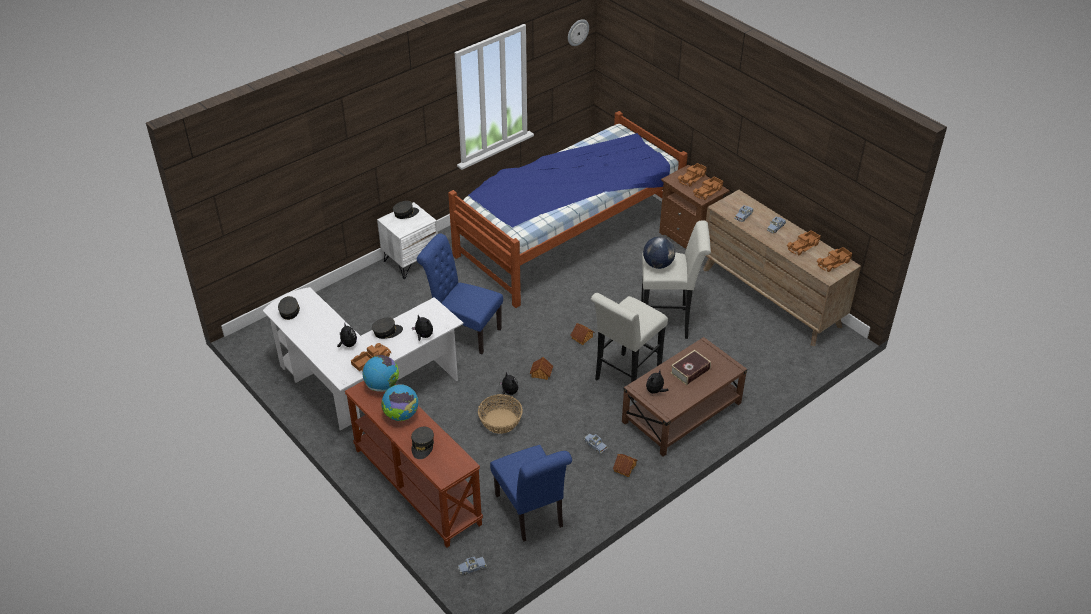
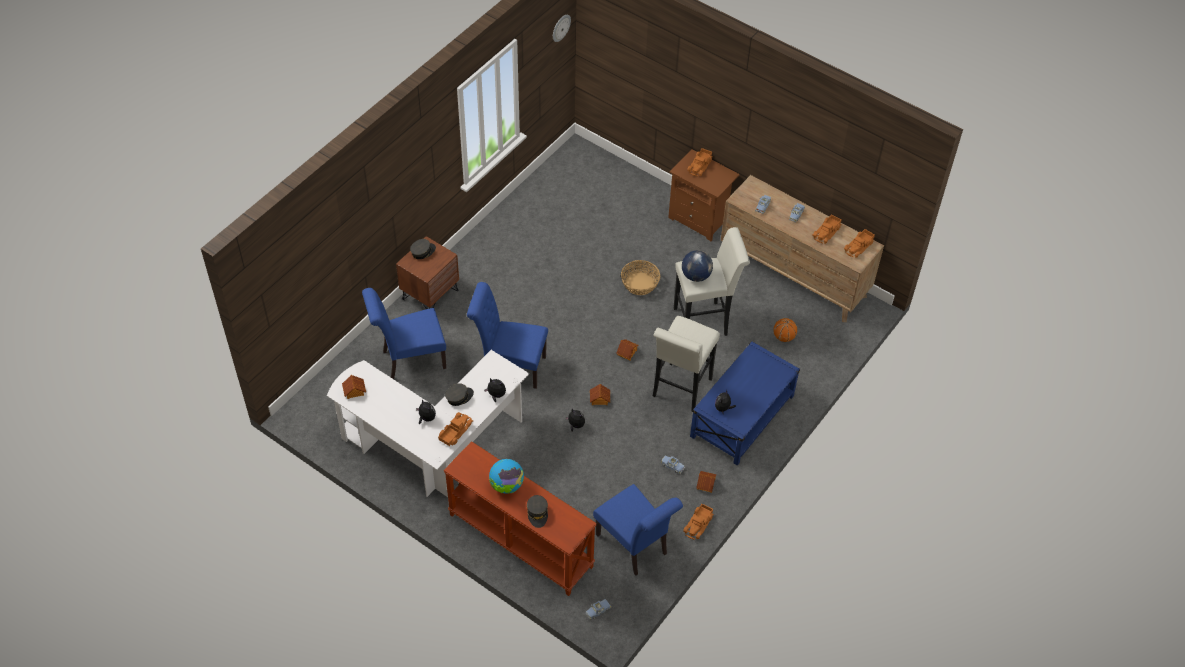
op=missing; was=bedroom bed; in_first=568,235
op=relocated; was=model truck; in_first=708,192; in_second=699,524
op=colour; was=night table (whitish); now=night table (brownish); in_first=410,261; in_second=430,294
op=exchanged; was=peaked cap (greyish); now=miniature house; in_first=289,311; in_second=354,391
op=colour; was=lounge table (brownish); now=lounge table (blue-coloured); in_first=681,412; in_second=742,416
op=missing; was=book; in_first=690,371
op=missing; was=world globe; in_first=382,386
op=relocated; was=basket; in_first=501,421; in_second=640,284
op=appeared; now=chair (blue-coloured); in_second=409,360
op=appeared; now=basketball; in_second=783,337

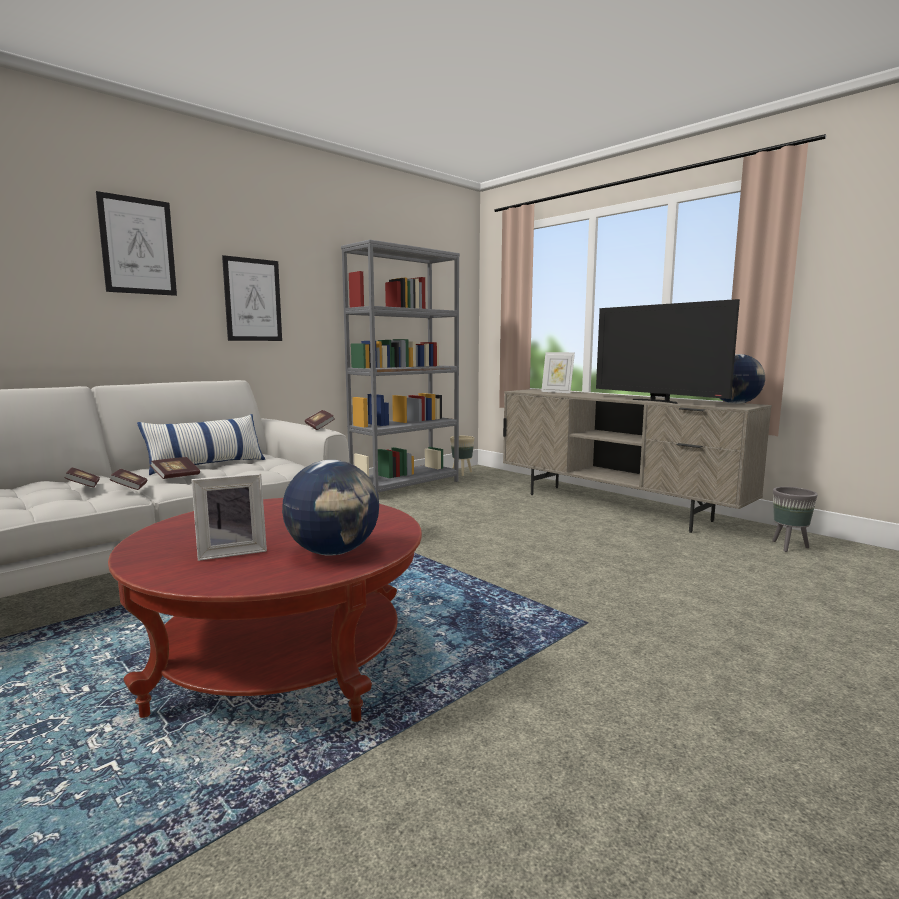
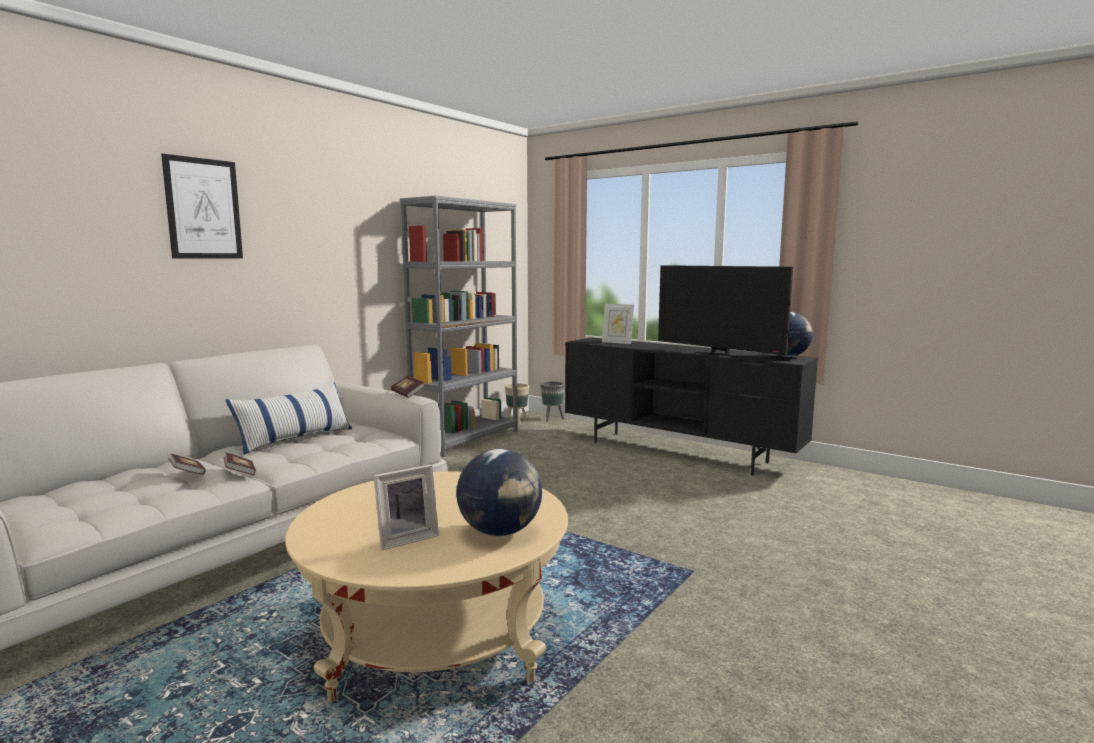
op=missing; was=wall picture; in_first=253,300
op=colour; was=tv unit (beige-coloured); now=tv unit (black-coloured); in_first=615,507; in_second=678,453
op=missing; was=book; in_first=176,476
op=relocated; was=flower pot (greyish); in_first=789,547; in_second=552,419
op=colour; was=lounge table (reddish); now=lounge table (beige-coloured); in_first=283,660; in_second=436,633

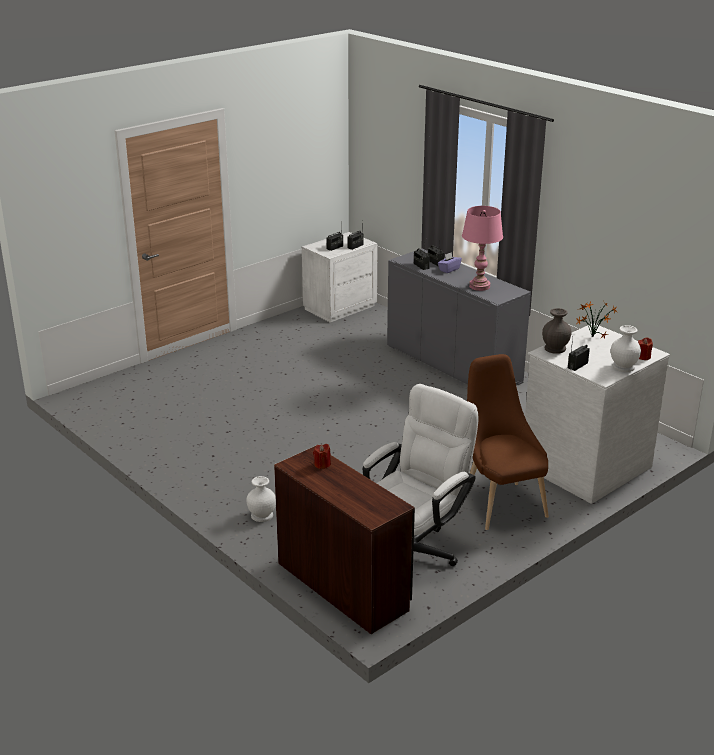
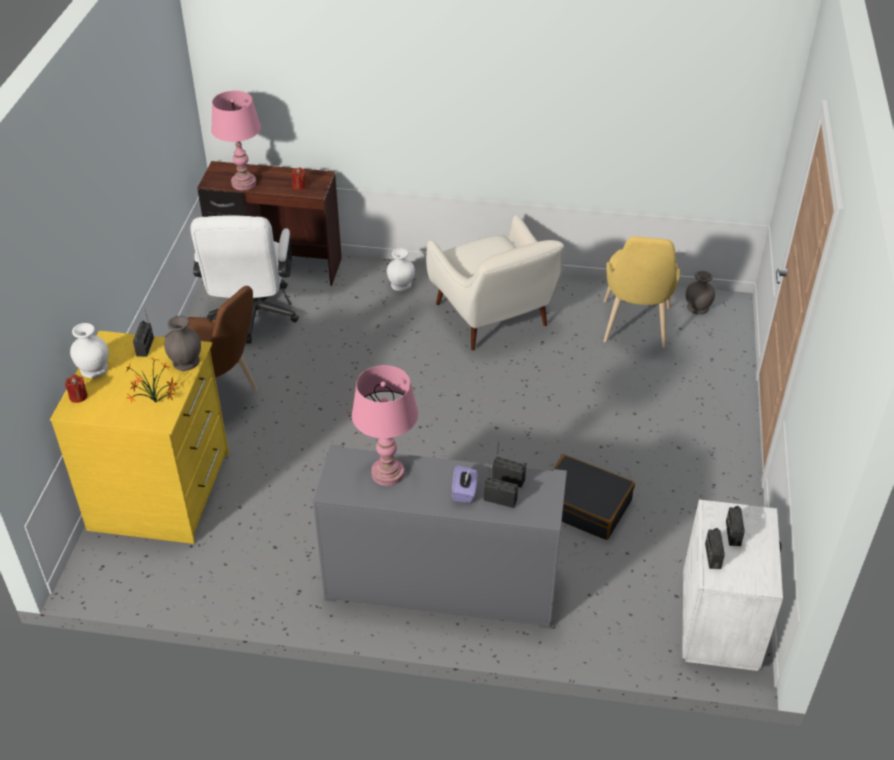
op=colour; was=drawer chest (whitish); now=drawer chest (yellowish); in_first=584,465; in_second=162,491
op=appeared; now=tabletop lamp (pinkish); in_second=243,183
op=appeared; now=armchair (whitish); in_second=494,318
op=appeared; now=chair (yellowish); in_second=635,328
op=appeared; now=decorative vase (greyish); in_second=697,307
op=appeared; now=piece of luggage (black-coloured); in_second=584,505

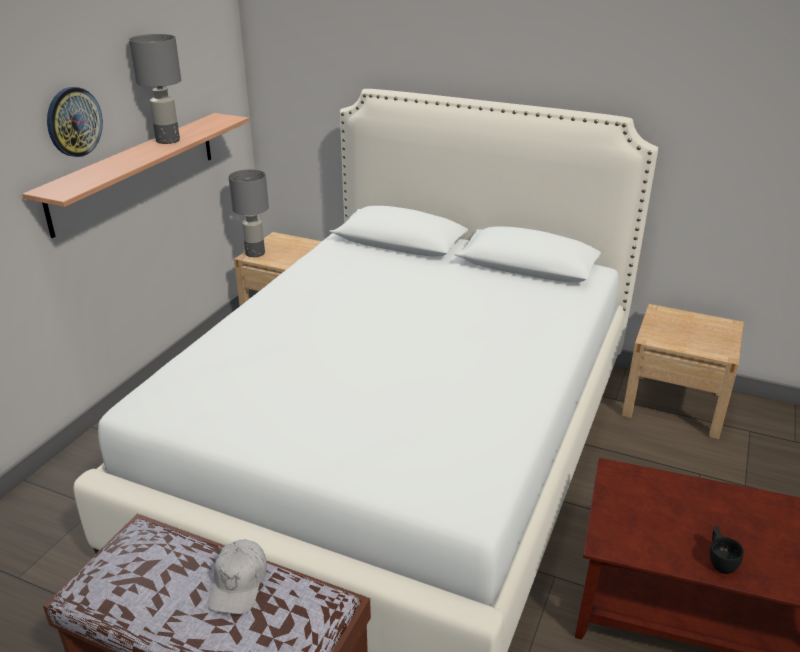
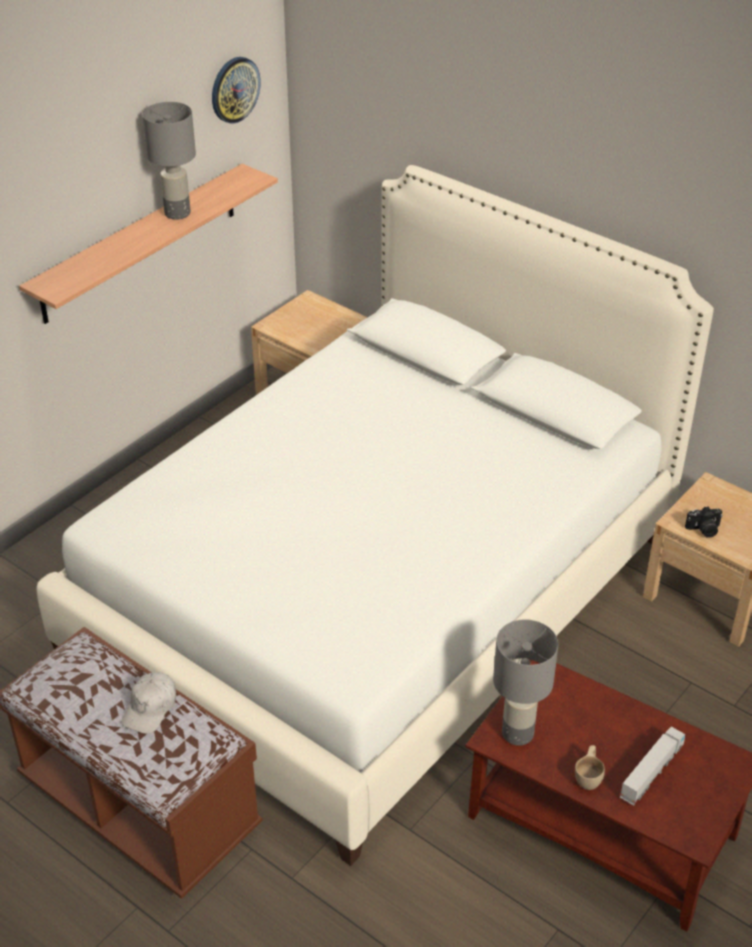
op=relocated; was=hanging clock; in_first=73,122; in_second=234,89
op=relocated; was=tabletop lamp (greyish); in_first=255,253; in_second=517,733
op=colour; was=small cup (black-coloured); now=small cup (beige-coloured); in_first=720,560; in_second=589,776
op=appeared; now=still camera; in_second=703,530
op=appeared; now=model truck; in_second=651,772

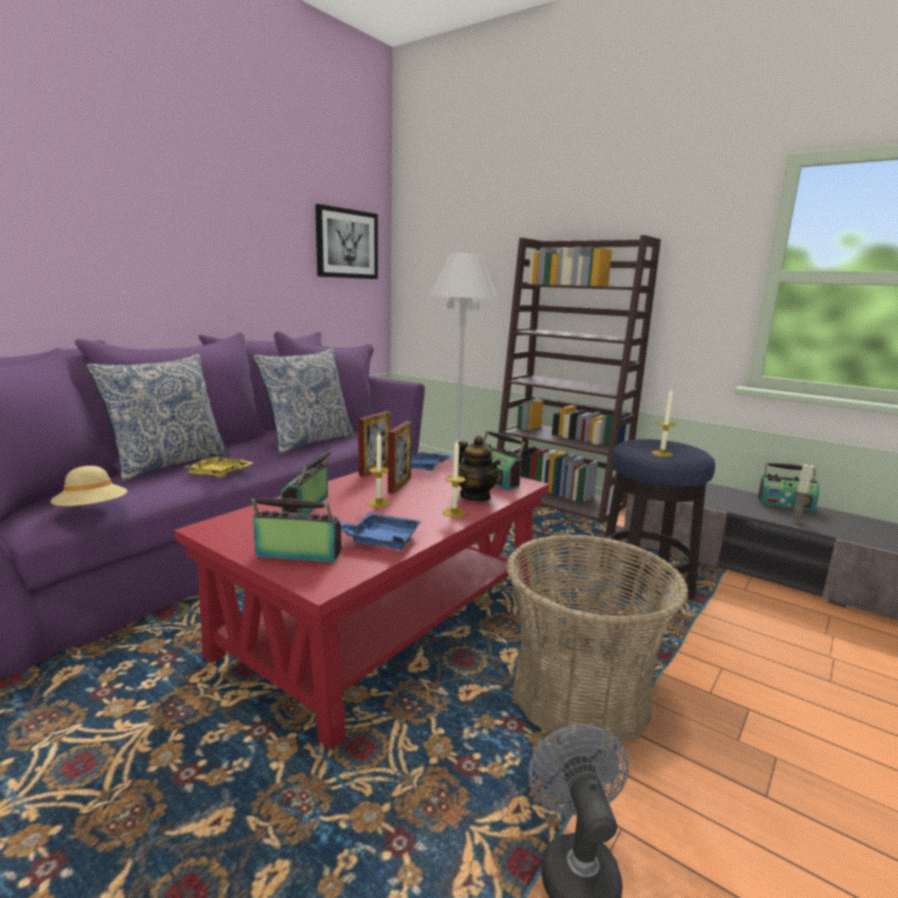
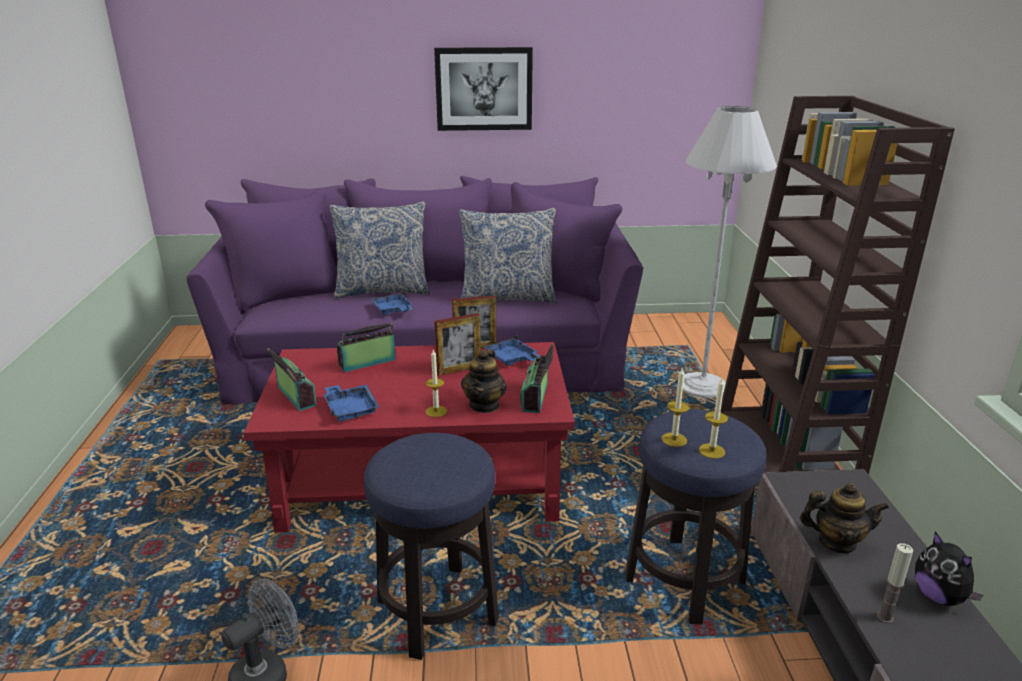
op=relocated; was=wall picture; in_first=347,244; in_second=484,89
op=relocated; was=candle; in_first=378,503; in_second=712,451
op=colour; was=serving tray (yellowish); now=serving tray (blue-coloured); in_first=218,473; in_second=392,310
op=exchanged; was=radio; now=soft toy; in_first=785,504; in_second=939,596
op=missing; was=clothing hat (beige-coloured); in_first=92,511
op=exchanged; was=basket; now=sitting stool; in_first=580,697; in_second=437,611
op=appeared; now=teapot; in_second=836,542

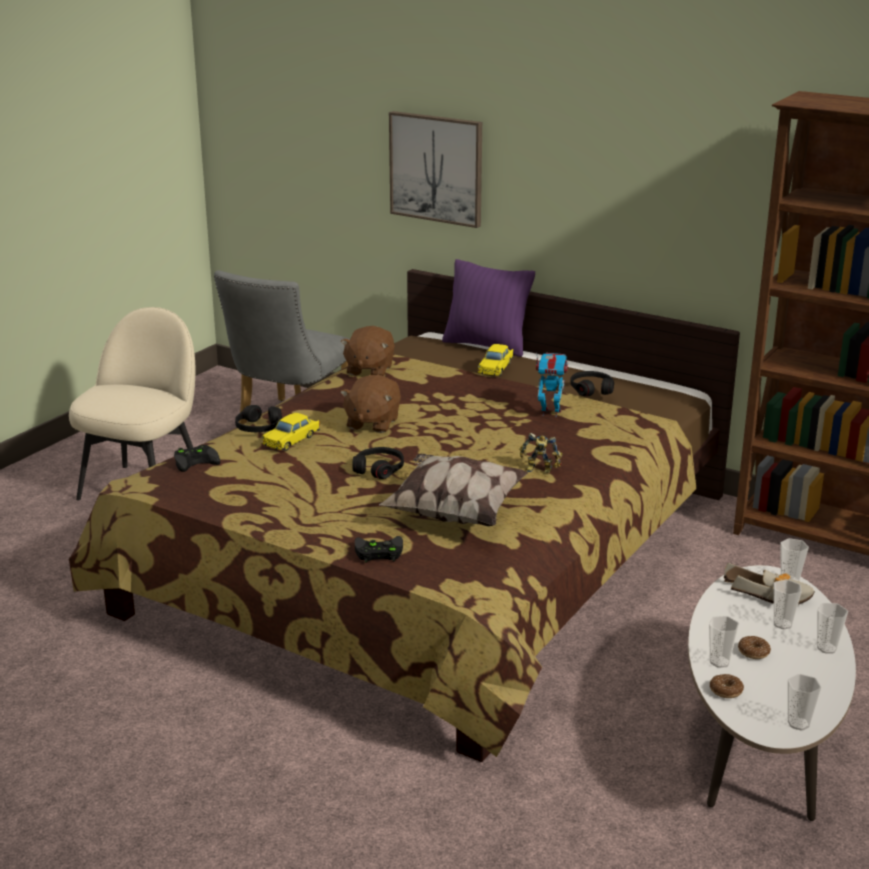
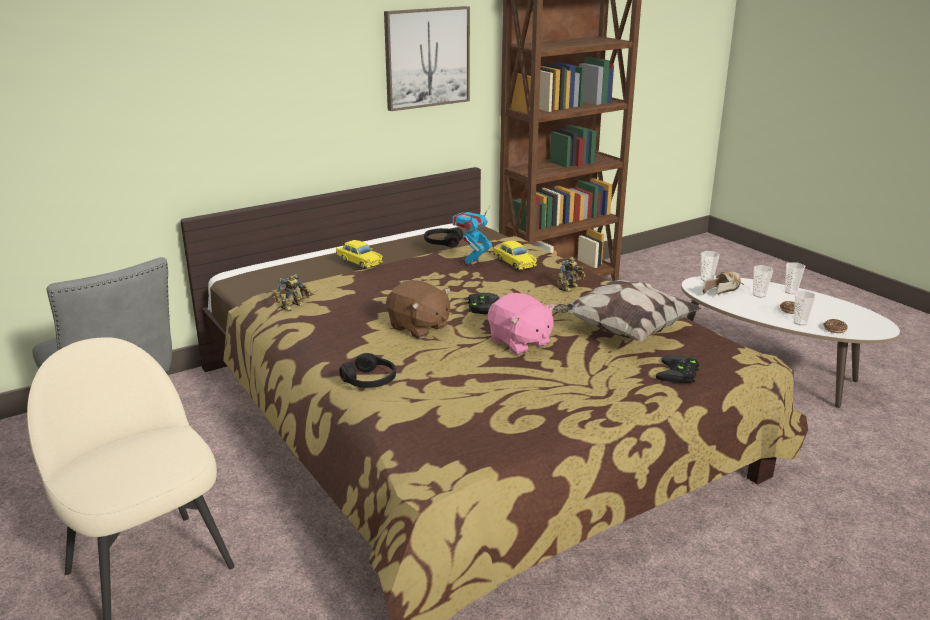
op=relocated; was=wall picture; in_first=436,168; in_second=427,57
op=missing; was=cushion (purple); in_first=486,346
op=exchanged; was=soft toy (brownish); now=toy robot; in_first=369,370; in_second=294,307
op=relocated; was=toy car (yellowish); in_first=291,440; in_second=514,262
op=relocated; was=gamepad (black-coloured); in_first=196,460; in_second=482,306
op=exchanged; was=headphones (black-coloured); now=soft toy (pinkish); in_first=379,469; in_second=519,342
op=missing; was=small cup; in_first=798,724

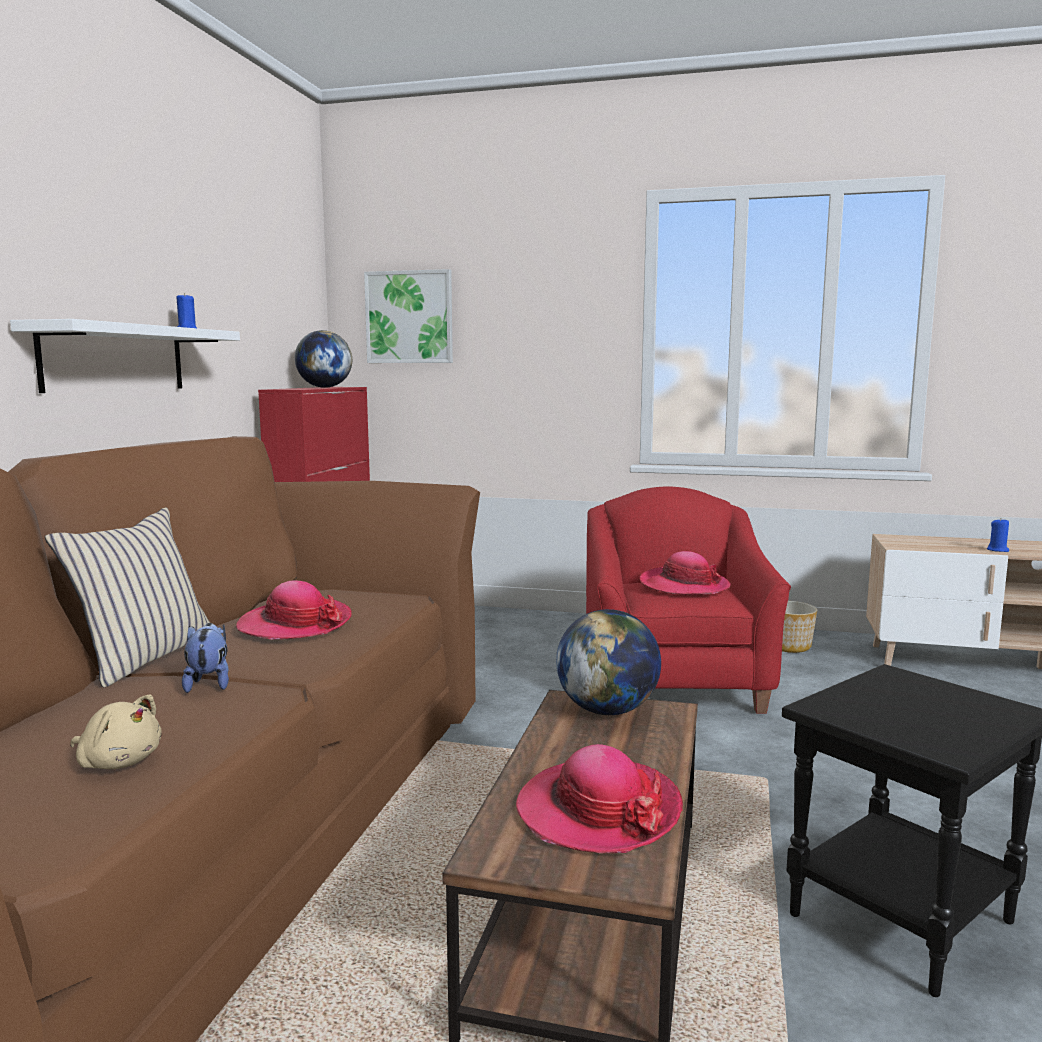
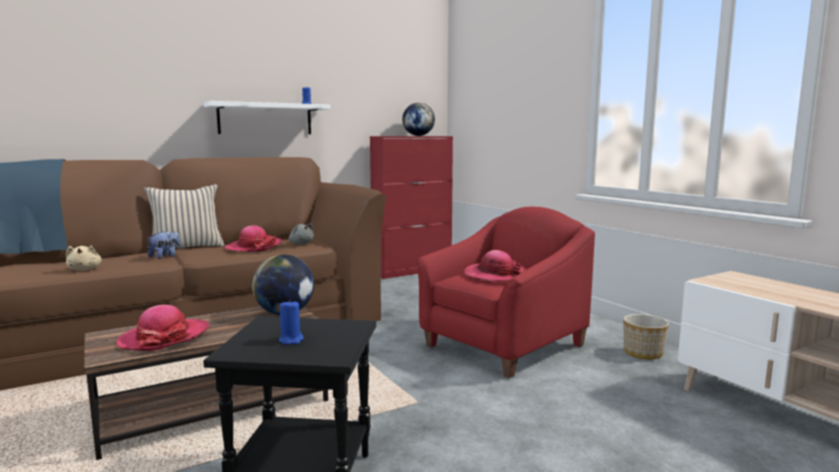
op=missing; was=wall picture; in_first=409,317
op=relocated; was=candle (blue-coloured); in_first=998,550; in_second=291,340
op=appeared; now=soft toy (greyish); in_second=301,243

